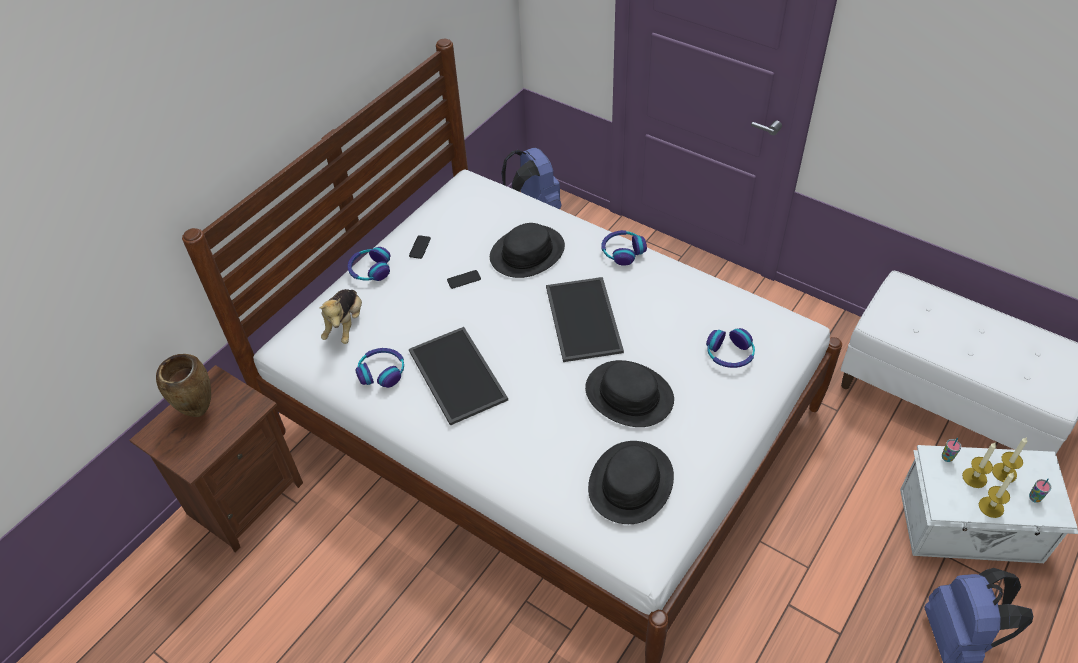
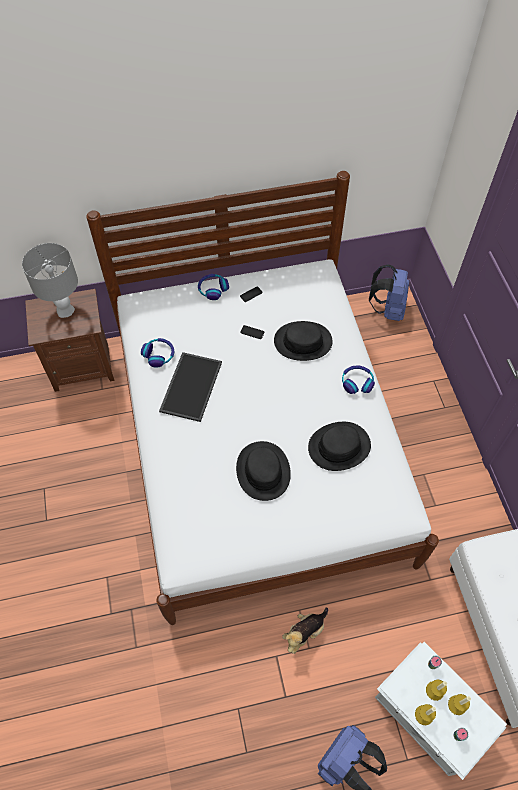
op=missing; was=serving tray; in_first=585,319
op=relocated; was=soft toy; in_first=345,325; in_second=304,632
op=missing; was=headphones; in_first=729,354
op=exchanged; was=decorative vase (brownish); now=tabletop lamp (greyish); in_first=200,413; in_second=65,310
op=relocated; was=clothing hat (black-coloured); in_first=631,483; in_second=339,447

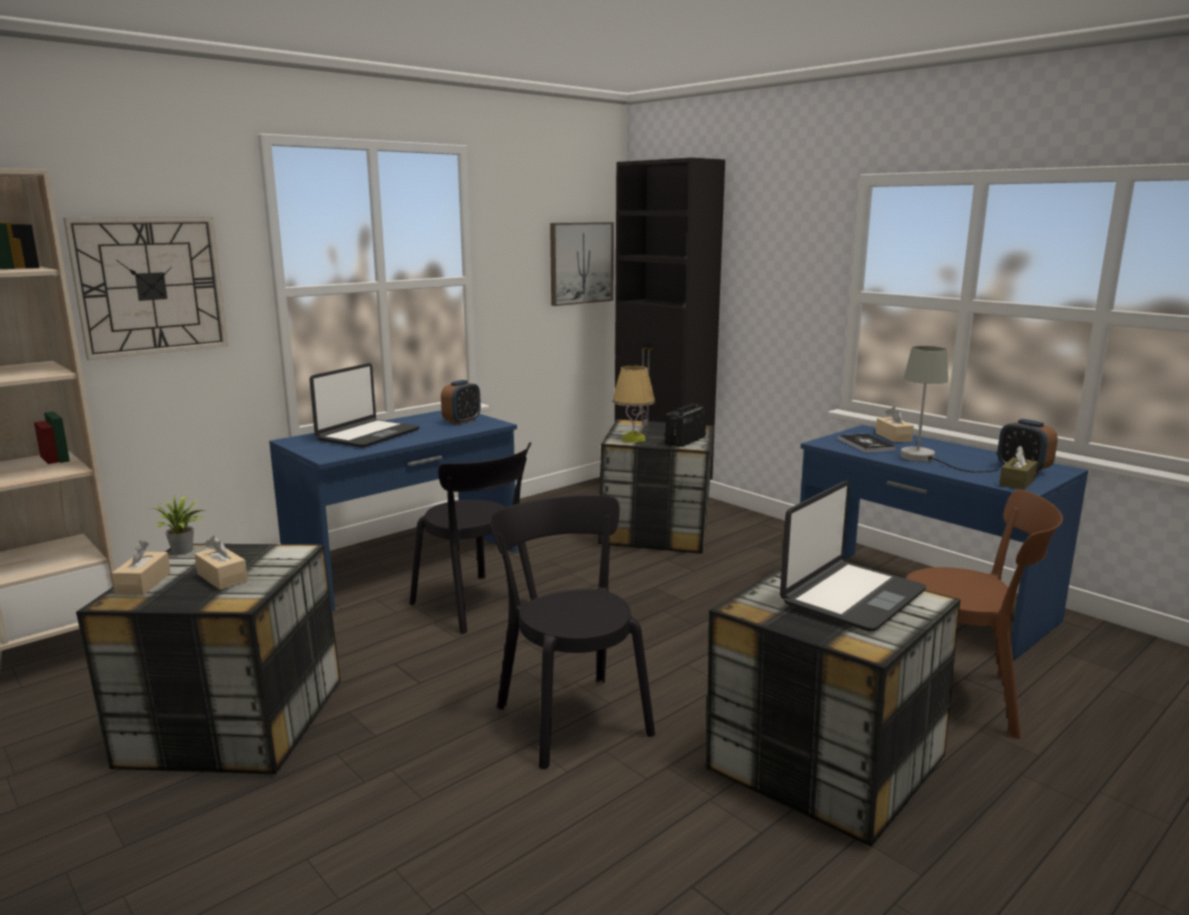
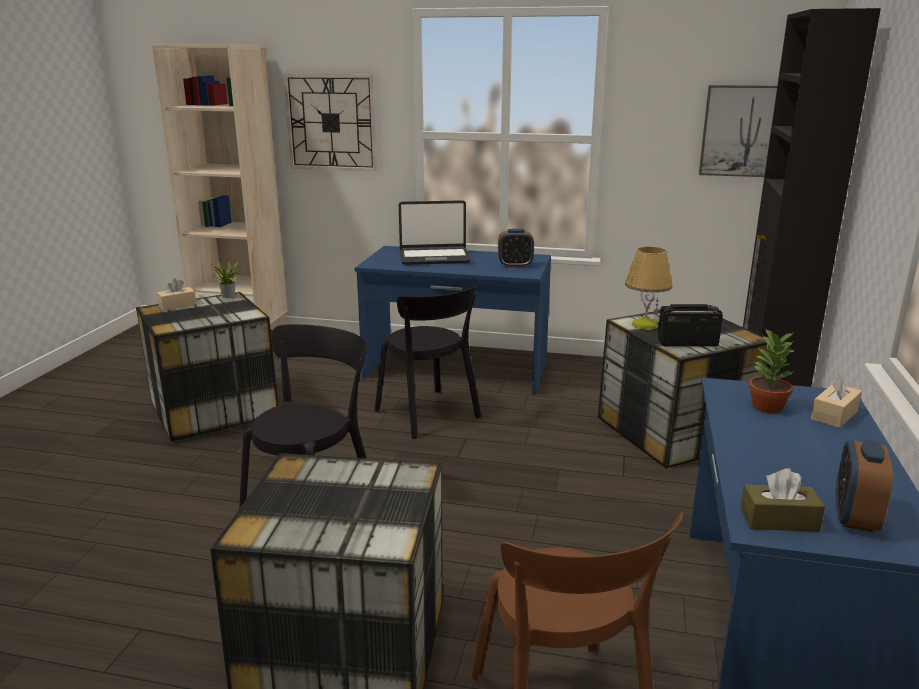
op=missing; was=tabletop lamp (greyish); in_first=926,459
op=exchanged; was=book; now=potted plant; in_first=865,444; in_second=766,406
op=spun; was=chair (black-coloured); in_first=477,605; in_second=429,415; clockwise=-45
op=missing; was=portable computer; in_first=851,596
op=missing; was=tissue holder (beige-coloured); in_first=222,578

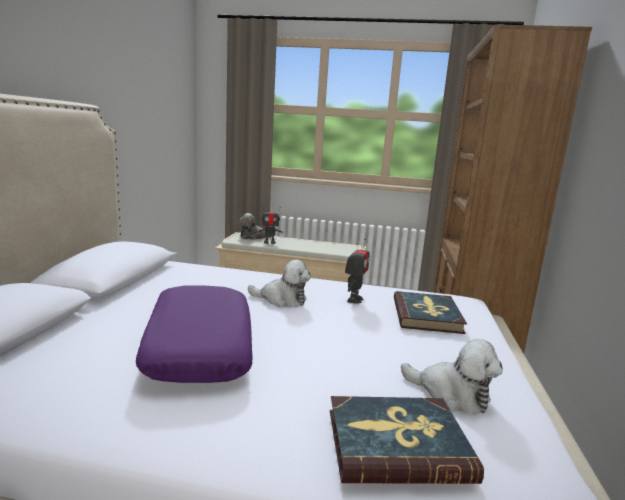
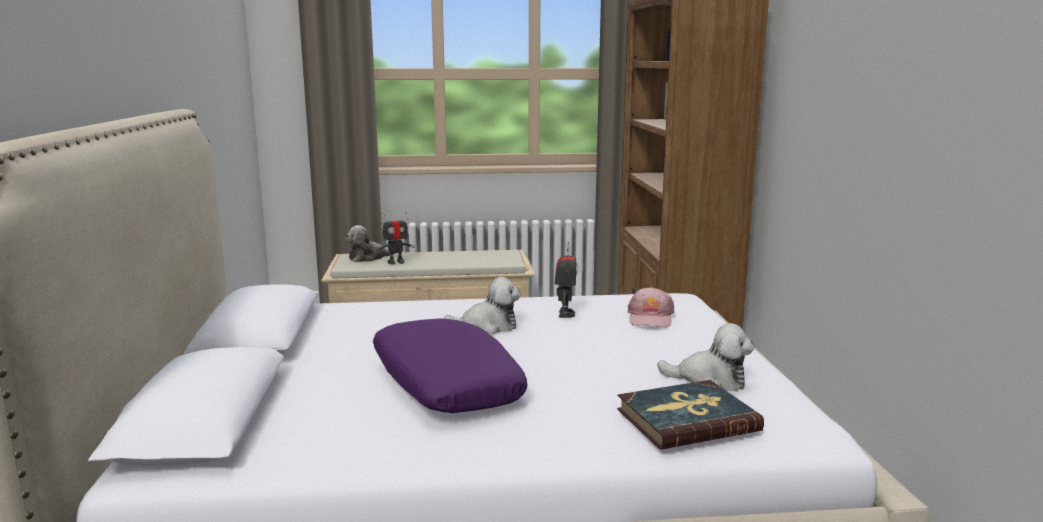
op=exchanged; was=book; now=peaked cap (pinkish); in_first=427,315; in_second=650,318

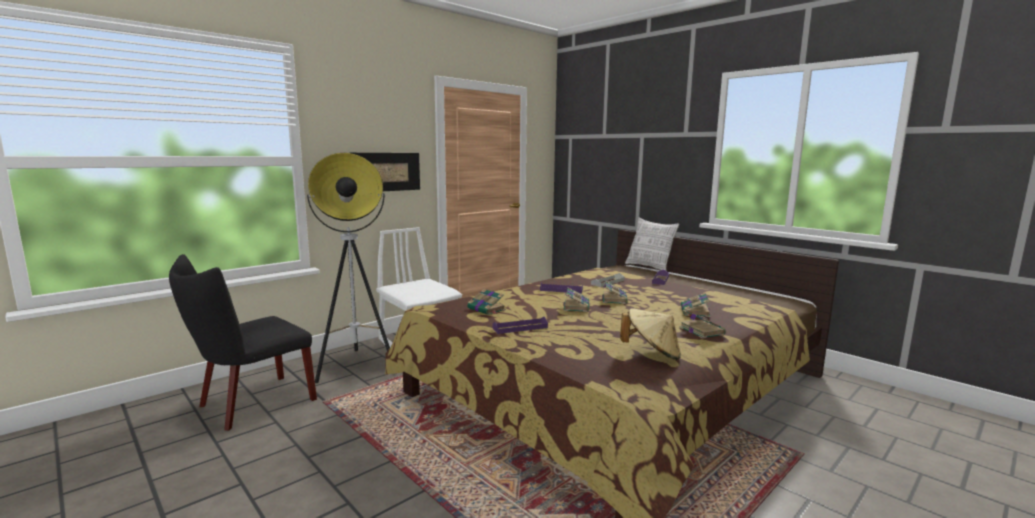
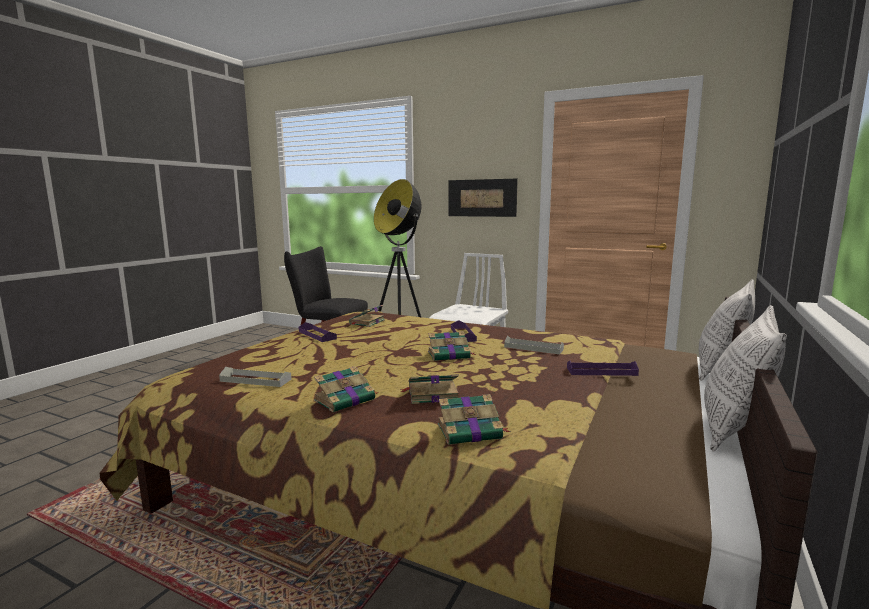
op=relocated; was=book; in_first=576,306; in_second=471,432
op=exchanged; was=clothing hat (beige-coloured); now=serving tray (greyish); in_first=652,353; in_second=255,380
op=appeared; now=cushion; in_second=733,429

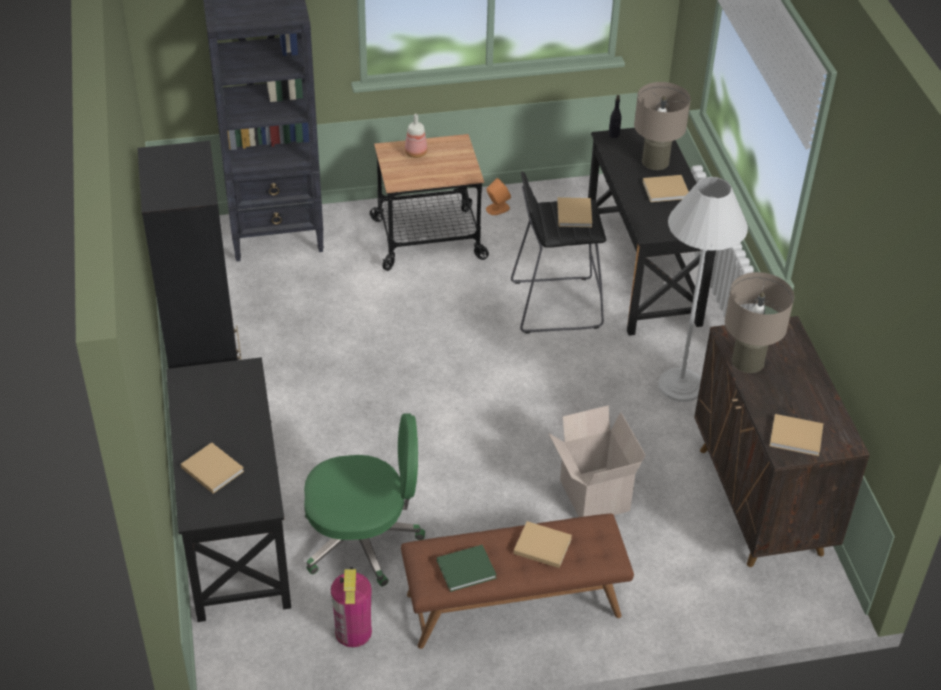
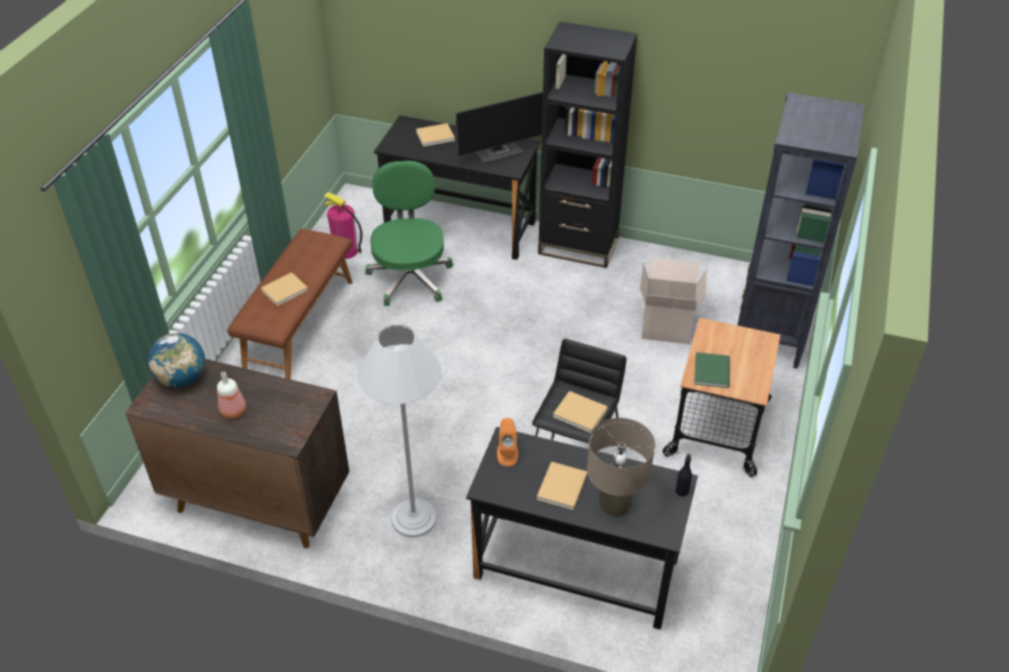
op=relocated; was=bottle; in_first=415,153; in_second=233,410
op=relocated; was=loudspeaker (orangey); in_first=497,208; in_second=507,453
op=missing; was=tabletop lamp (beige-coloured); in_first=748,361
op=relocated; was=cardboard box; in_first=592,495; in_second=667,326
op=spun; was=computer chair (greenish); in_first=363,539; in_second=410,277; clockwise=150
op=exchanged; was=book (beige-coloured); now=world globe; in_first=797,437; in_second=182,379
op=relocated; was=book (greenish); in_first=468,569; in_second=711,372
op=appeared; now=computer screen; in_second=499,151

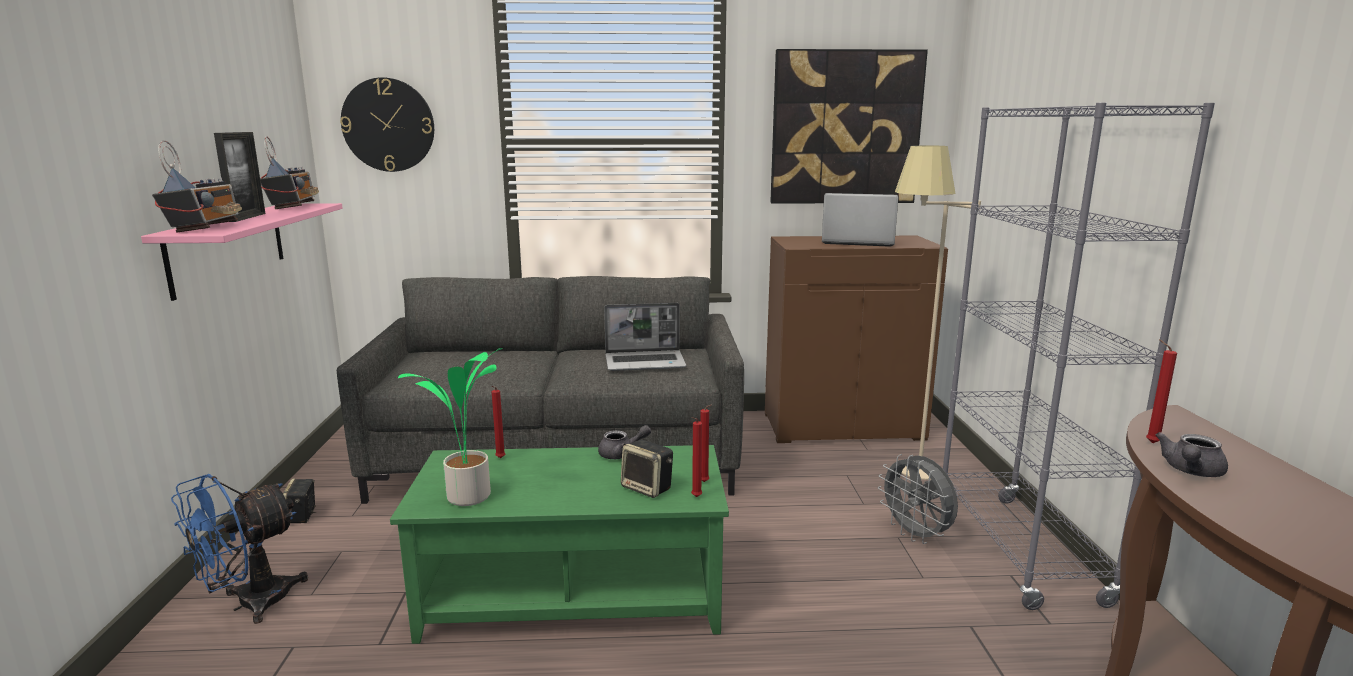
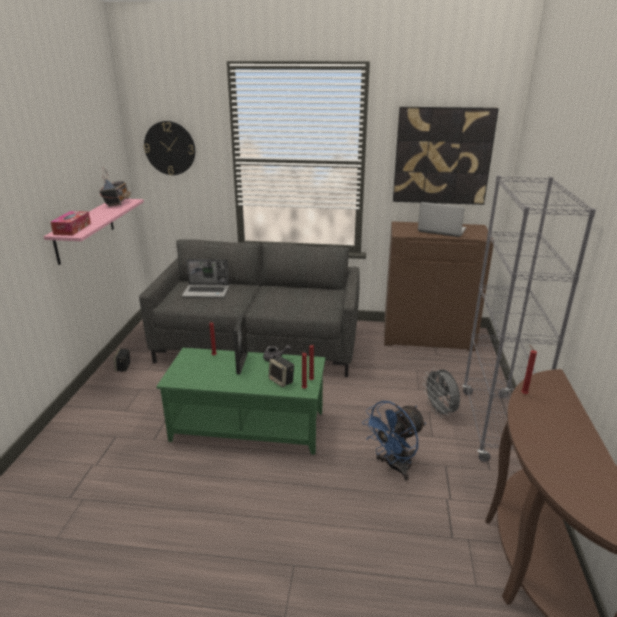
op=relocated; was=standing frame; in_first=247,217; in_second=242,363
op=exchanged; was=radio; now=tissue holder; in_first=205,228; in_second=72,229
op=missing; was=floor lamp (beige-coloured); in_first=909,476
op=relocated; was=portable computer; in_first=646,362; in_second=207,292
op=missing; was=potted plant; in_first=468,498
op=missing; was=teapot (greyish); in_first=1190,471
op=relocated; was=electric fan (blue-coloured); in_first=249,604; in_second=393,467

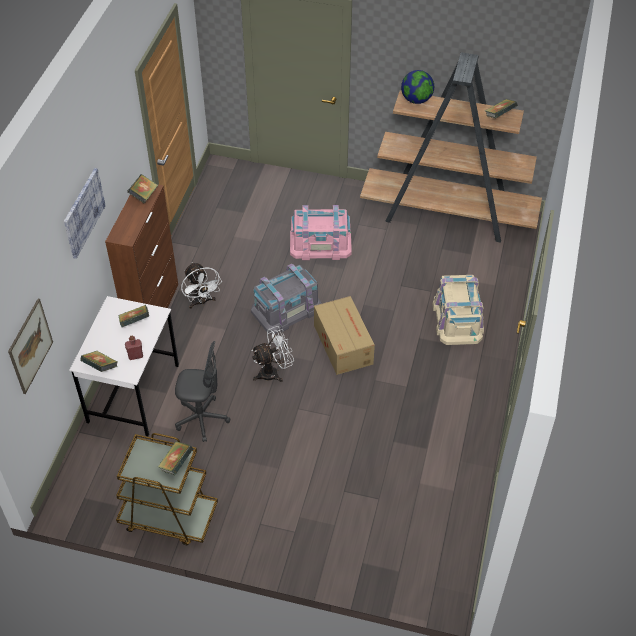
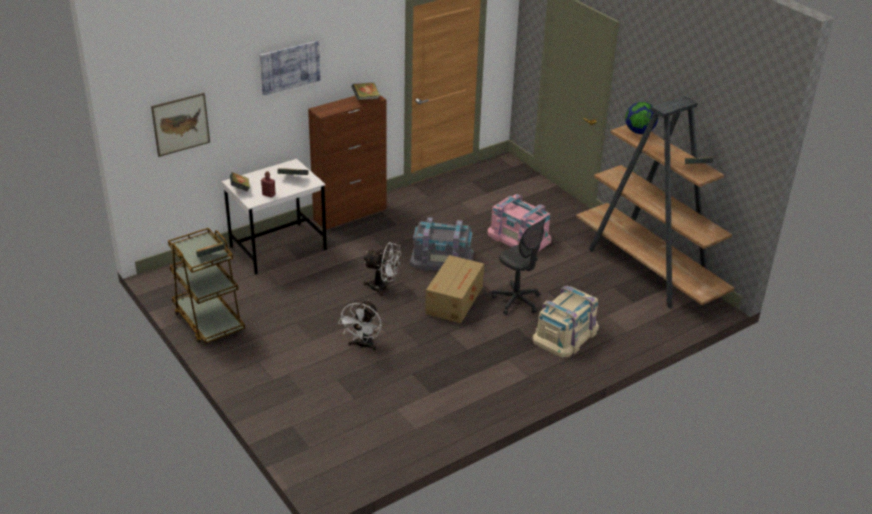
op=relocated; was=electric fan (whitish); in_first=201,302; in_second=363,345
op=relocated; was=computer chair (greyish); in_first=202,419; in_second=516,301

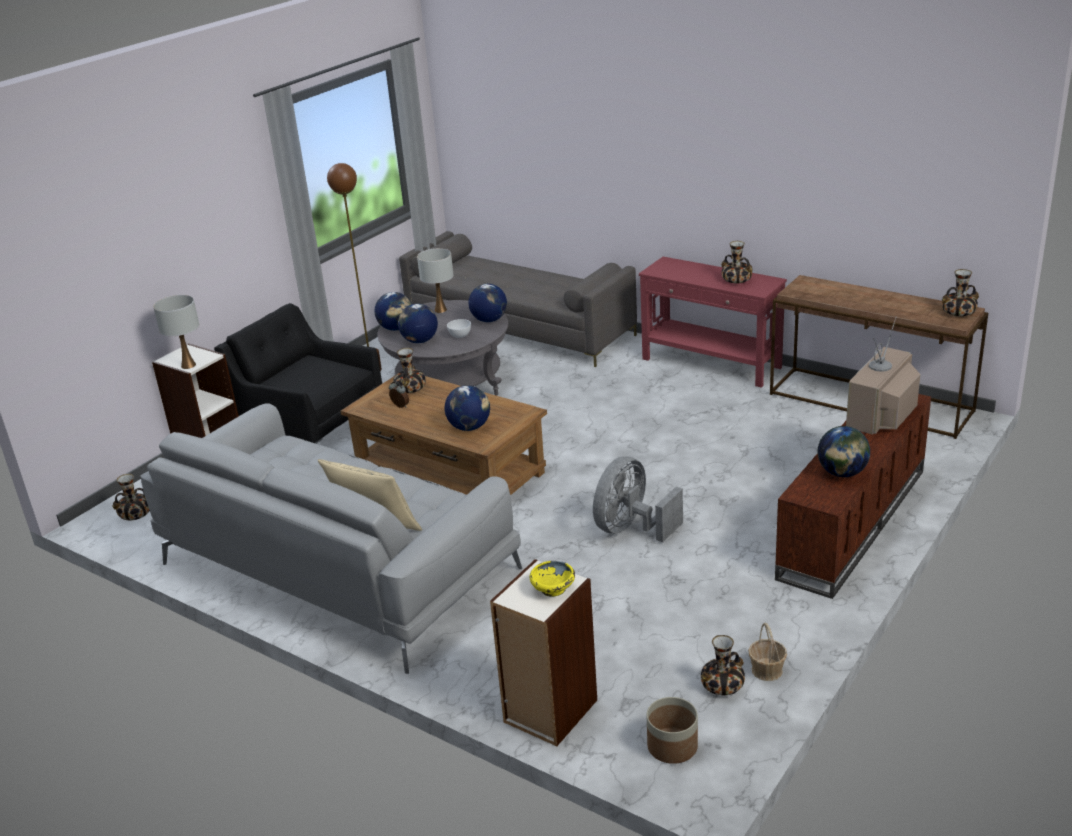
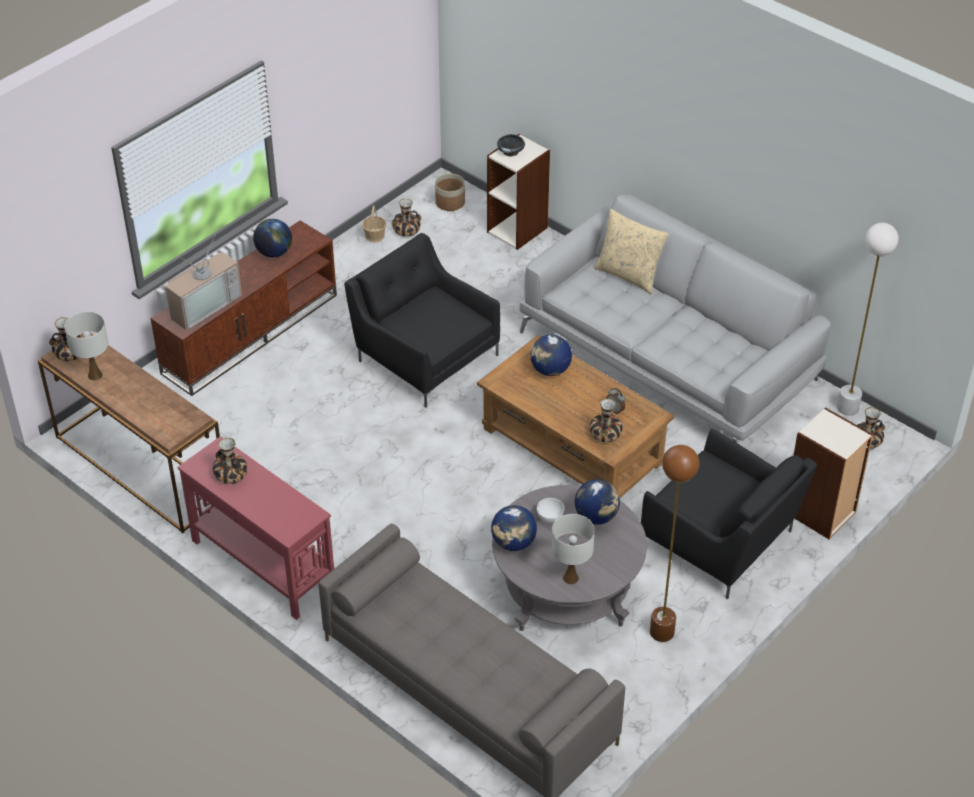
op=missing; was=world globe; in_first=396,328
op=relocated; was=tabletop lamp (whitish); in_first=188,365; in_second=95,375
op=exchanged; was=electric fan (greyish); now=armchair (black-coloured); in_first=631,529; in_second=425,355
op=colour; was=bowl (yellowish); now=bowl (black-coloured); in_first=553,589; in_second=511,151
op=appeared; now=floor lamp (whitish); in_second=848,408

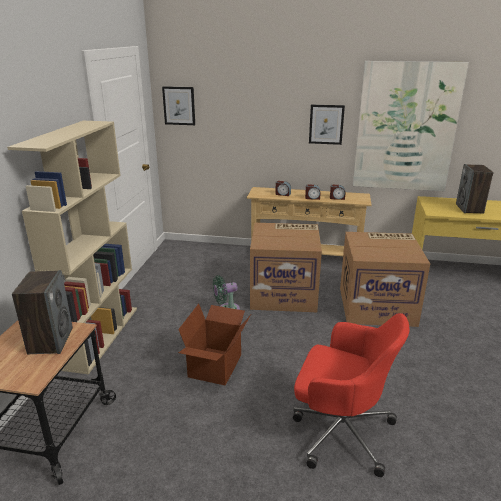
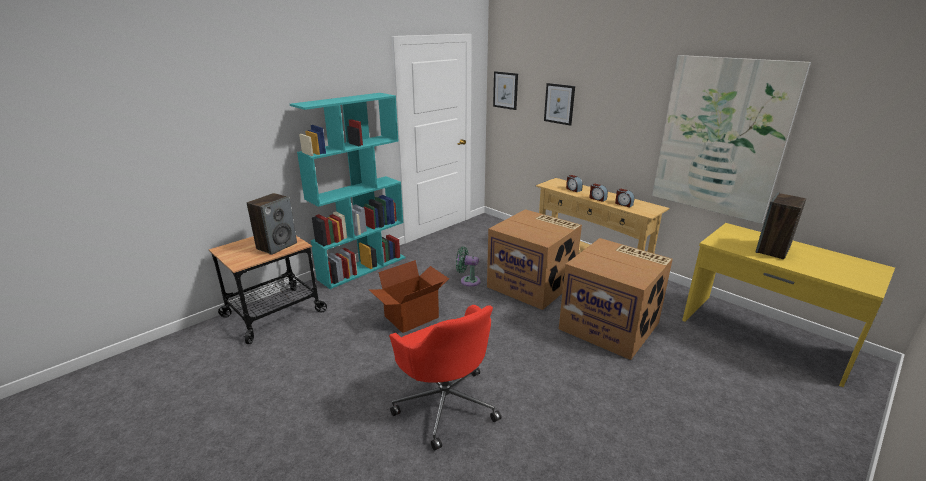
op=relocated; was=wall picture; in_first=326,124; in_second=559,104
op=colour; was=bookcase (beige-coloured); now=bookcase (turquoise-coloured); in_first=100,336; in_second=363,268

